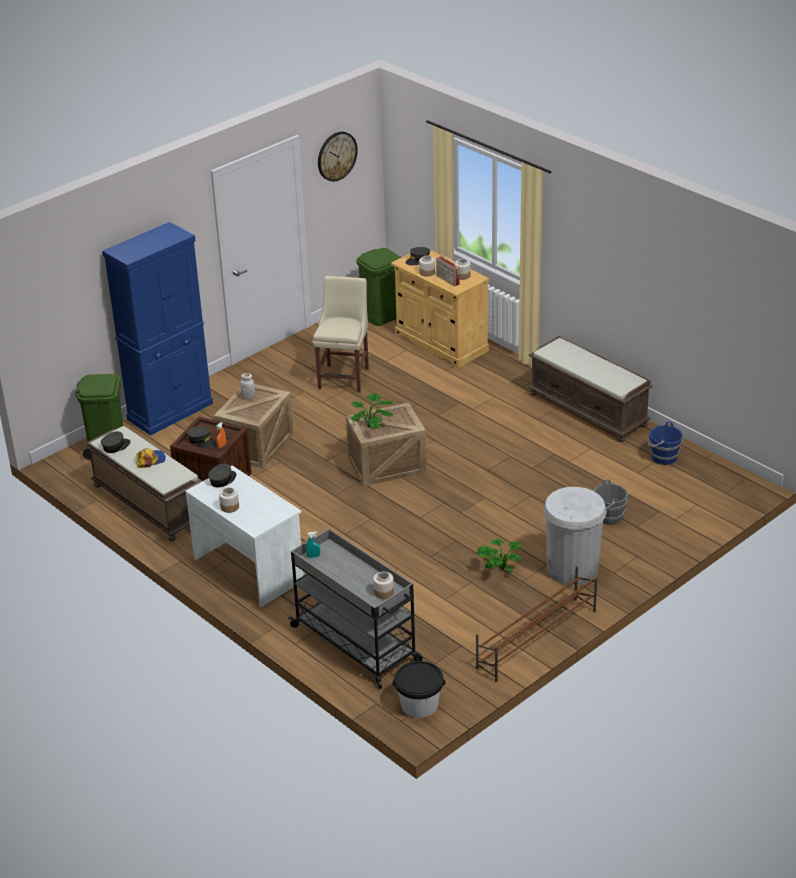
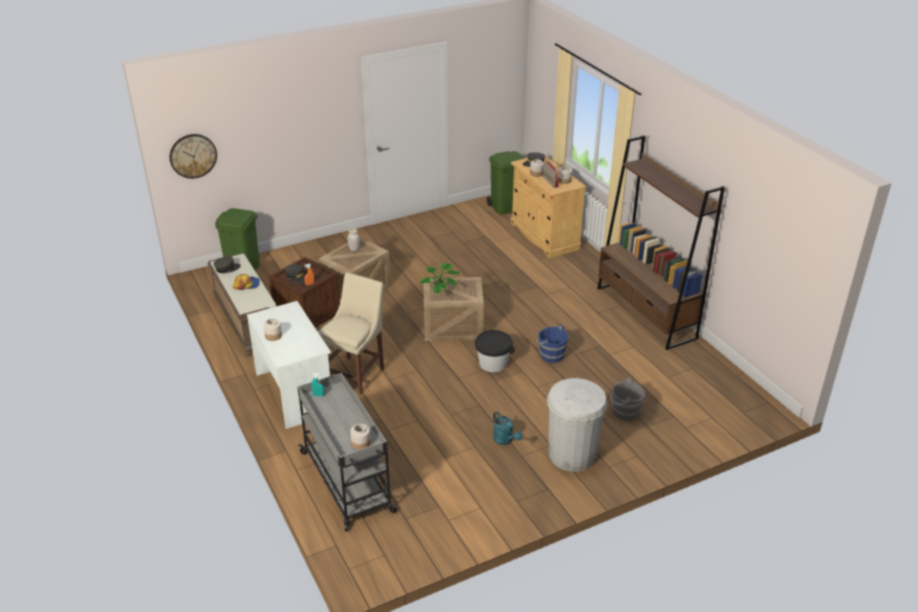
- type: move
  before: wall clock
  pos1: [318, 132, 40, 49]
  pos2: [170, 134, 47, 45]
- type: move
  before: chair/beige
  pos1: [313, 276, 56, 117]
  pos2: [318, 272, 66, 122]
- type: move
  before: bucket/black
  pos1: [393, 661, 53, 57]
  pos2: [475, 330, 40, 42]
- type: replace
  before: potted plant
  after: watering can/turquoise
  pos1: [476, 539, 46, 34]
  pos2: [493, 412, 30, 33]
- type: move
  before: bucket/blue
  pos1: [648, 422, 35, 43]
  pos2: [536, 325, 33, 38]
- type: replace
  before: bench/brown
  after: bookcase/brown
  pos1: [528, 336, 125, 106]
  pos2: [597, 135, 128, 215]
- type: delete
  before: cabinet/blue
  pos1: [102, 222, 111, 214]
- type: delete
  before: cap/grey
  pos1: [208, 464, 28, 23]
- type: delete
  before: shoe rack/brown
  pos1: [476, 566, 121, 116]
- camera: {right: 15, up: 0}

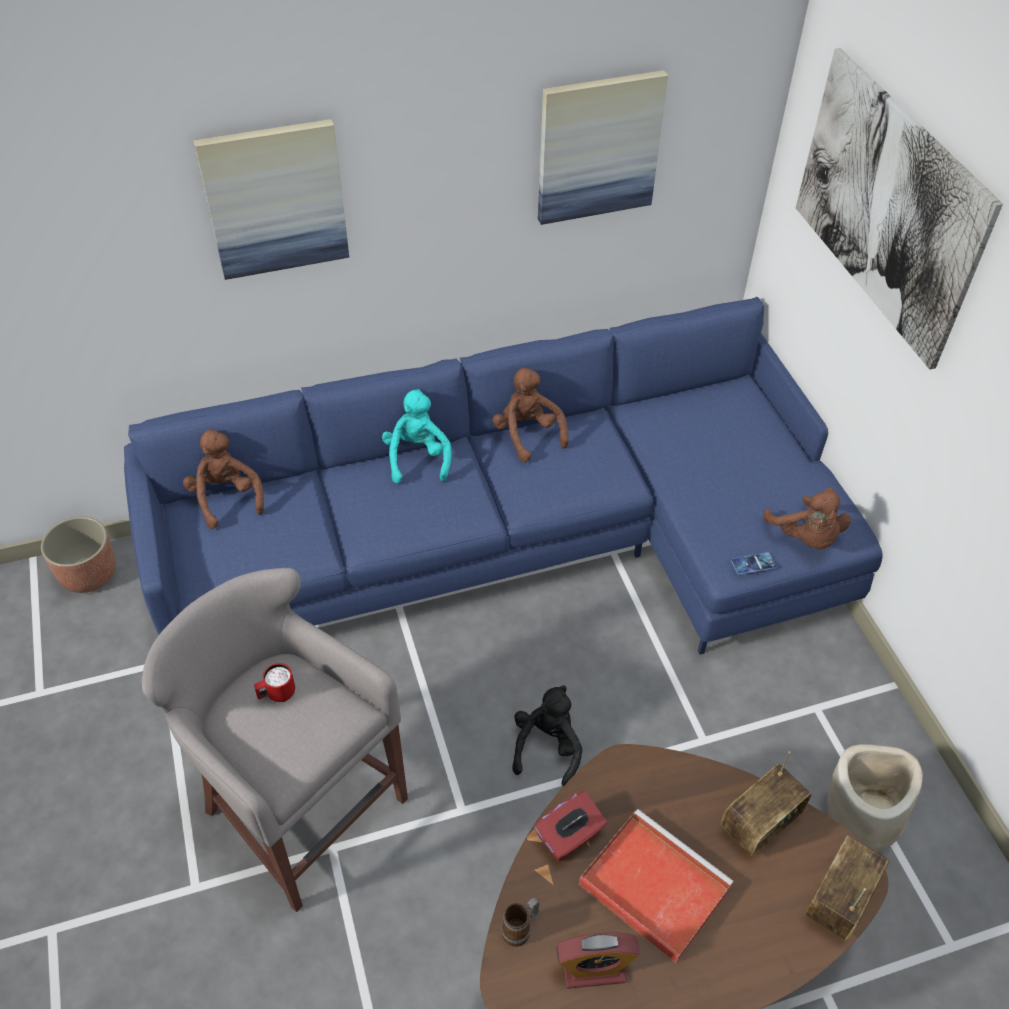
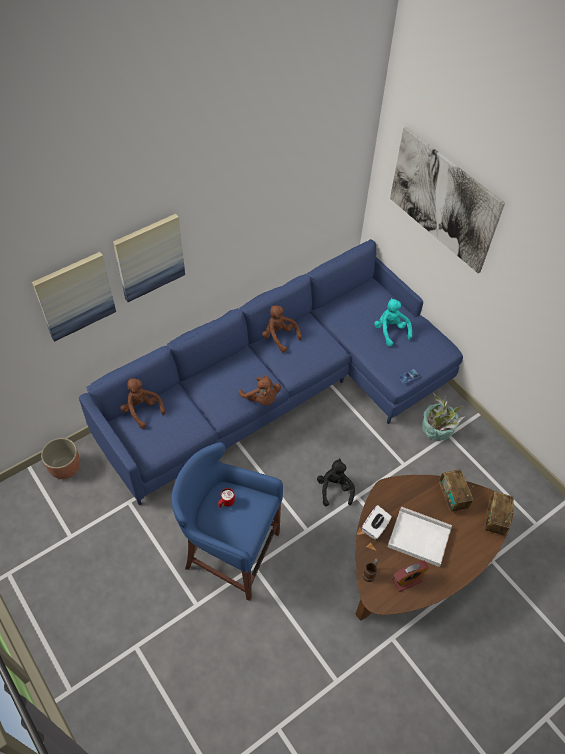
- type: move
  before: picture
  pos1: [538, 70, 130, 155]
  pos2: [32, 252, 84, 90]
- type: recolor
  before: stool/grey
  after: stool/blue
  pos1: [142, 568, 266, 344]
  pos2: [171, 442, 112, 159]
- type: move
  before: plush toy/brown
  pos1: [763, 487, 88, 62]
  pos2: [239, 375, 42, 30]
- type: recolor
  before: tissue box/red
  after: tissue box/white
  pos1: [534, 790, 73, 71]
  pos2: [362, 505, 30, 35]
- type: move
  before: plush toy/turquoise
  pos1: [382, 389, 70, 95]
  pos2: [374, 298, 38, 49]
- type: recolor
  before: tray/red
  after: tray/white
  pos1: [579, 809, 154, 154]
  pos2: [387, 506, 65, 61]
- type: insert
  after: potted plant
  pos2: [422, 393, 43, 48]
- type: rotate
  before: radio
  pos1: [721, 751, 91, 106]
  pos2: [439, 469, 34, 43]
  turn: 135
- type: delete
  before: planter/beige
  pos1: [827, 744, 96, 108]
- camera: {right: -20, up: 5}

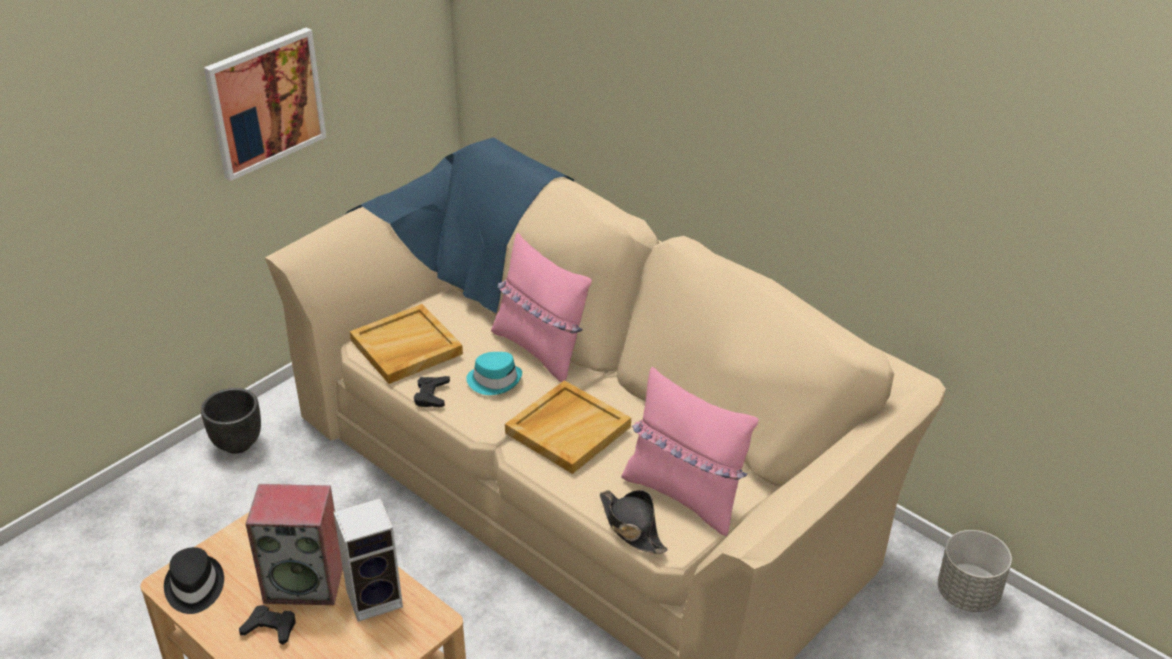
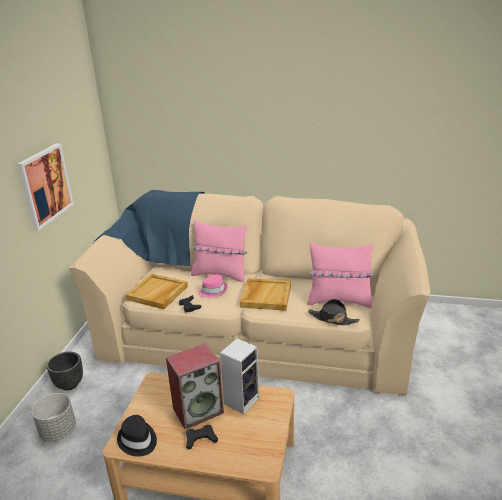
- type: move
  before: planter/grey
  pos1: [938, 530, 74, 82]
  pos2: [32, 393, 44, 48]
- type: recolor
  before: hat/turquoise
  after: hat/pink
  pos1: [466, 352, 56, 43]
  pos2: [198, 275, 29, 23]
- camera: {right: -30, up: -10}

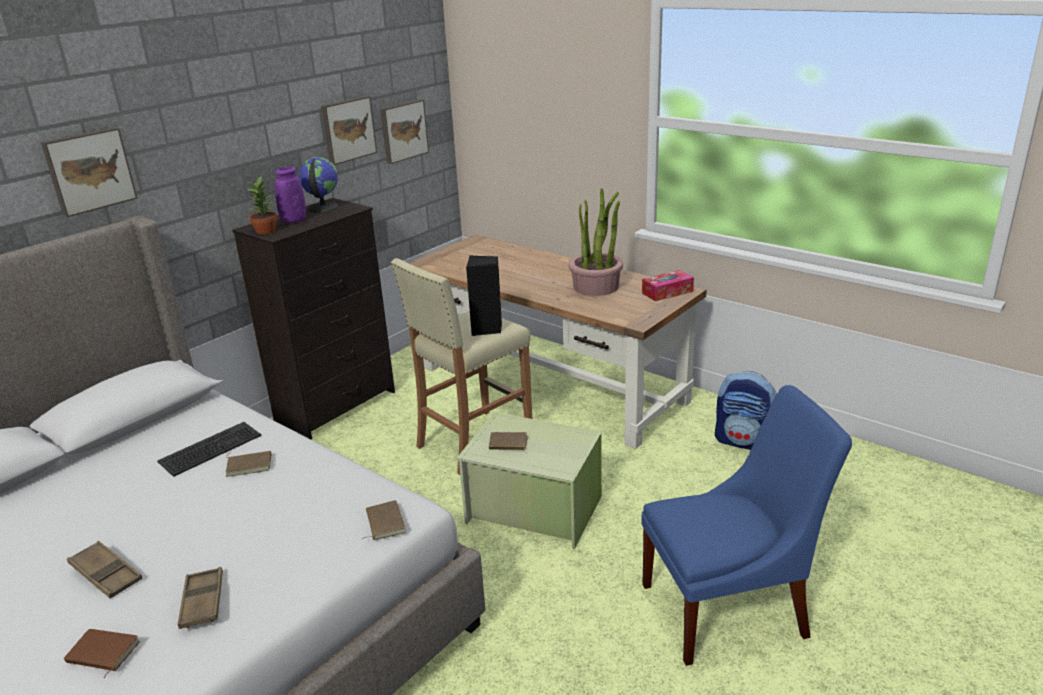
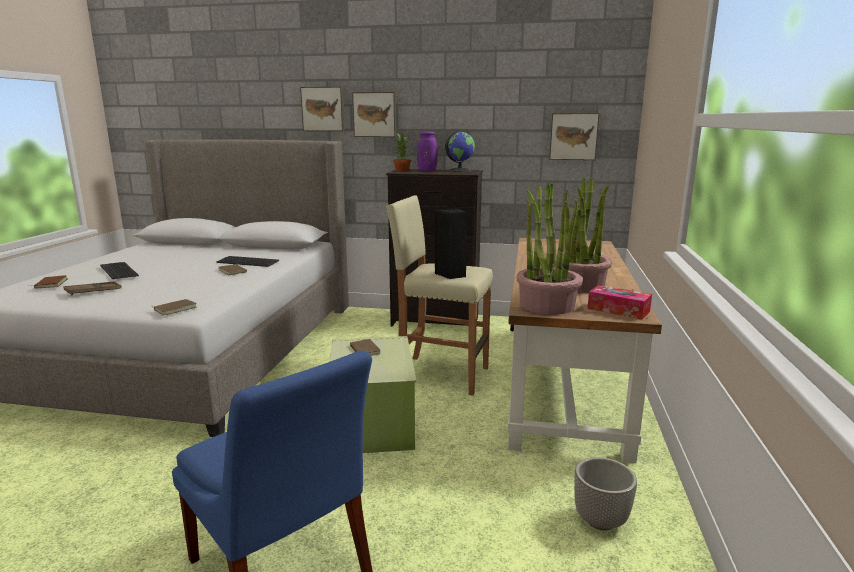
- type: replace
  before: tray/brown
  after: keyboard
  pos1: [67, 541, 75, 58]
  pos2: [100, 262, 39, 17]
- type: move
  before: picture
  pos1: [321, 96, 56, 69]
  pos2: [352, 92, 44, 45]
- type: insert
  after: potted plant
  pos2: [516, 183, 67, 132]
- type: replace
  before: backpack
  after: planter
  pos1: [715, 371, 62, 79]
  pos2: [574, 457, 63, 74]
- camera: {right: 60, up: -10}

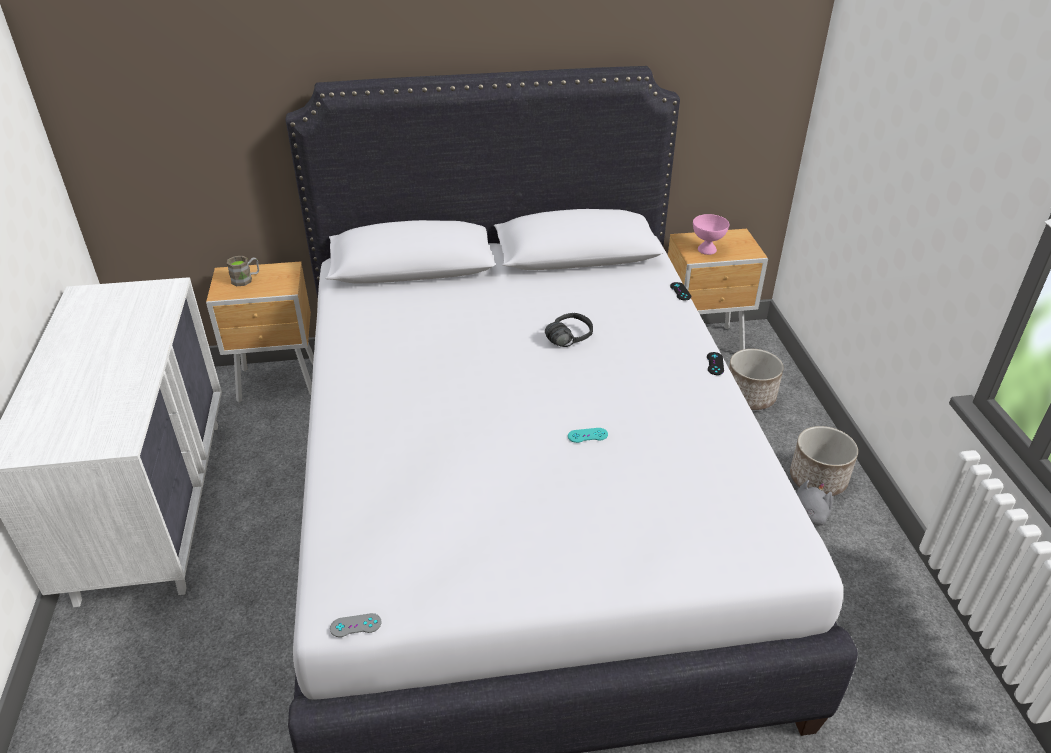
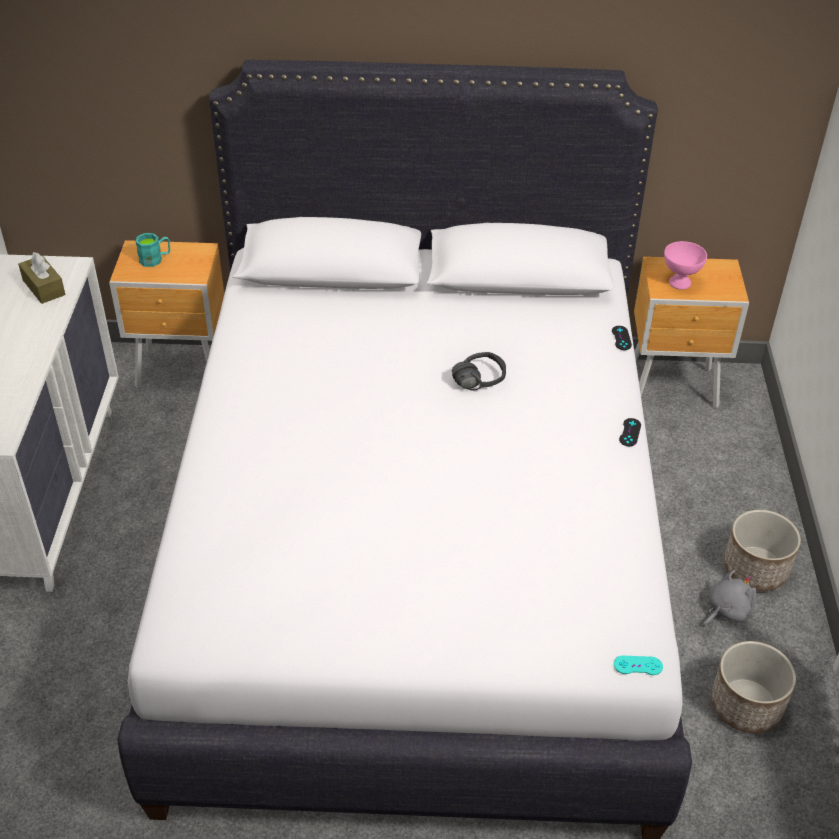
- type: insert
  after: tissue box/brown
  pos2: [18, 252, 48, 52]
- type: recolor
  before: mug/brown
  after: mug/turquoise
  pos1: [227, 256, 32, 30]
  pos2: [135, 233, 35, 34]
- type: move
  before: game controller/turquoise
  pos1: [568, 428, 40, 15]
  pos2: [614, 656, 49, 19]
- type: move
  before: planter
  pos1: [729, 349, 55, 61]
  pos2: [711, 641, 85, 92]
- type: delete
  before: game controller/grey
  pos1: [330, 613, 52, 24]
- camera: {right: 10, up: 5}

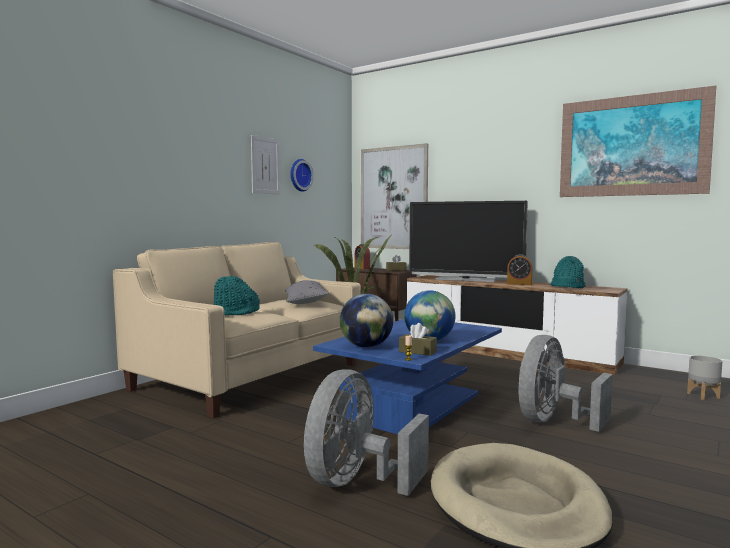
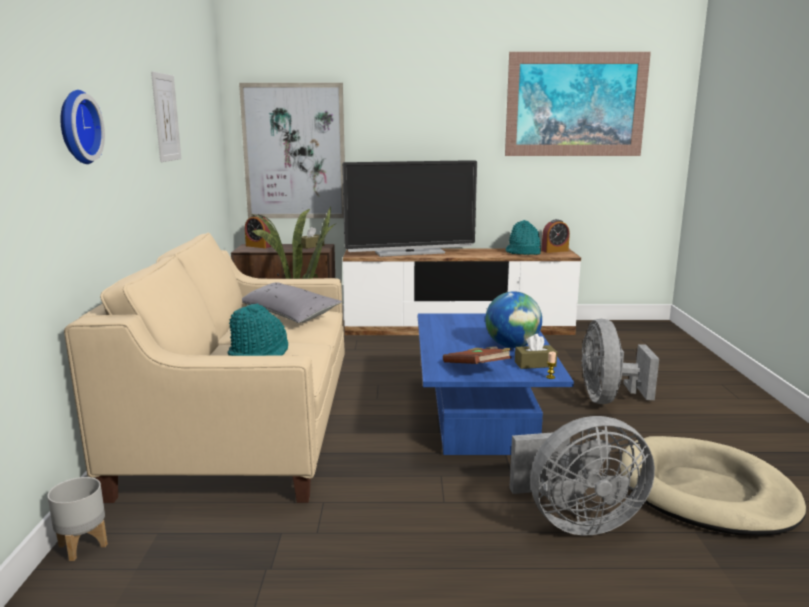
- type: move
  before: planter/grey
  pos1: [687, 355, 35, 45]
  pos2: [47, 477, 61, 84]
- type: move
  before: wall clock
  pos1: [290, 159, 24, 33]
  pos2: [60, 90, 45, 74]
- type: replace
  before: globe
  after: book/brown
  pos1: [340, 294, 53, 54]
  pos2: [443, 346, 69, 18]
- type: rotate
  before: fan/grey
  pos1: [304, 369, 125, 127]
  pos2: [509, 416, 146, 119]
  turn: -90
- type: move
  before: alarm clock
  pos1: [507, 254, 25, 31]
  pos2: [541, 219, 29, 34]
- camera: {right: -35, up: 10}

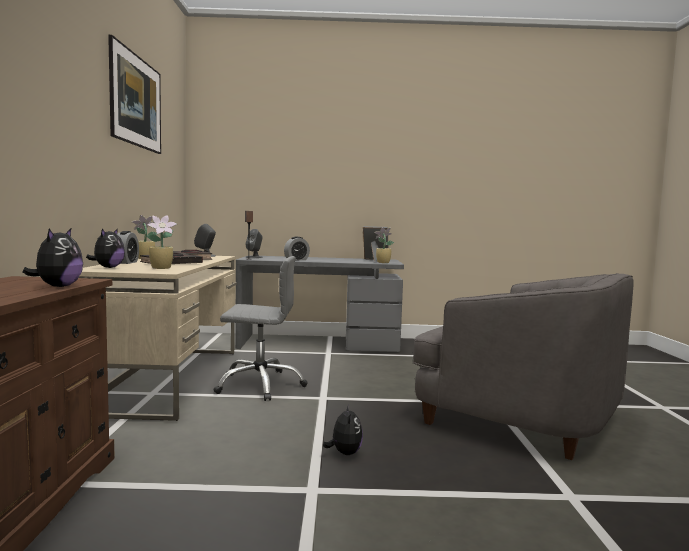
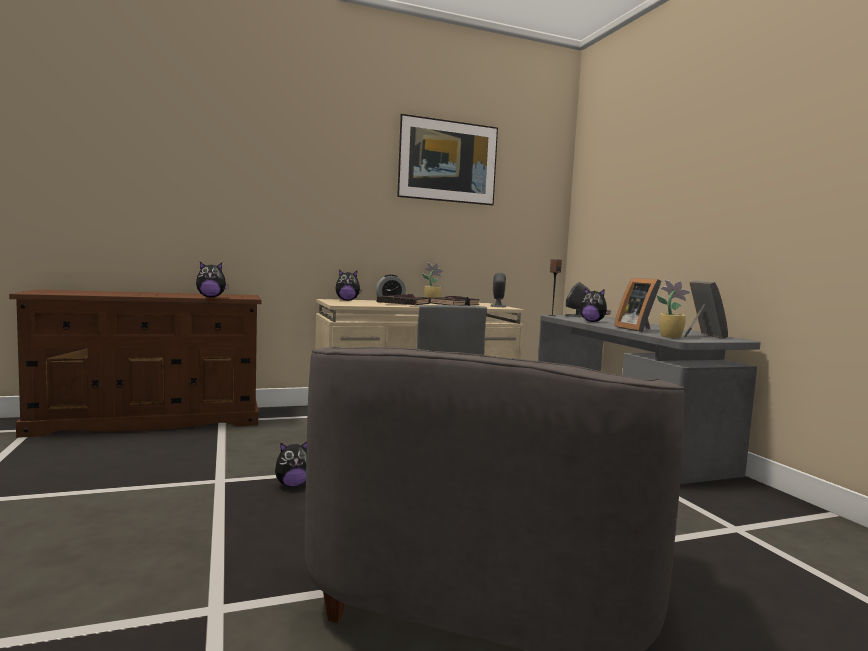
- type: replace
  before: alarm clock
  after: plush toy
  pos1: [284, 237, 26, 23]
  pos2: [580, 288, 31, 34]
- type: insert
  after: picture frame
  pos2: [614, 278, 47, 54]
- type: delete
  before: potted plant
  pos1: [147, 215, 31, 54]
- camera: {right: 70, up: 0}

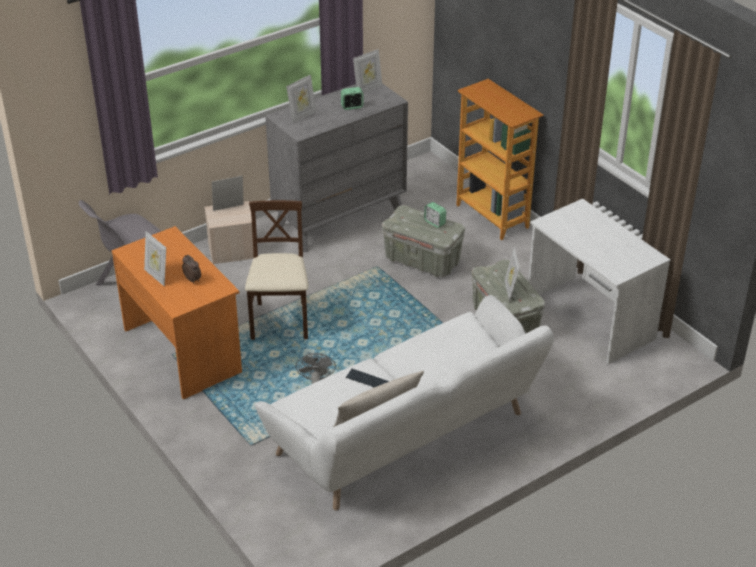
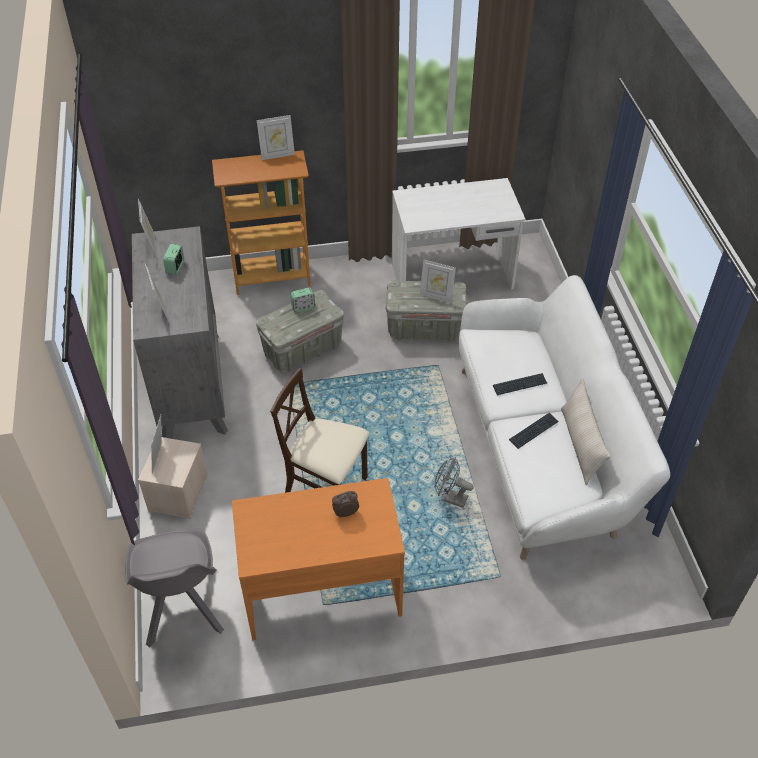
- type: move
  before: picture frame
  pos1: [144, 231, 22, 55]
  pos2: [257, 115, 38, 45]
- type: insert
  after: keyboard
  pos2: [493, 373, 54, 22]
- camera: {right: -65, up: 10}

